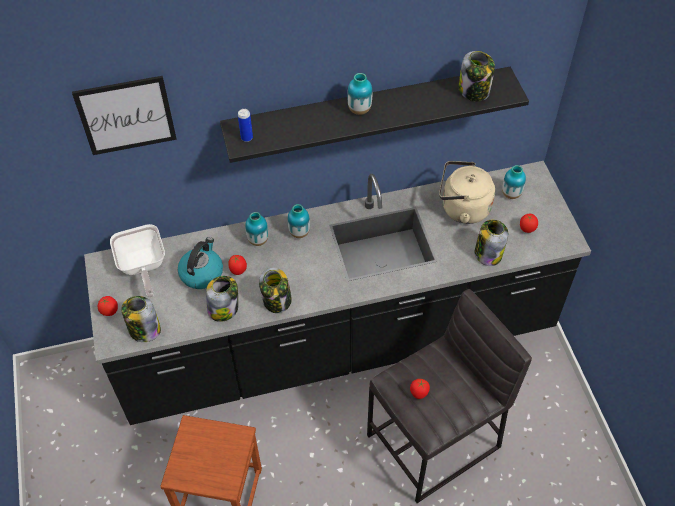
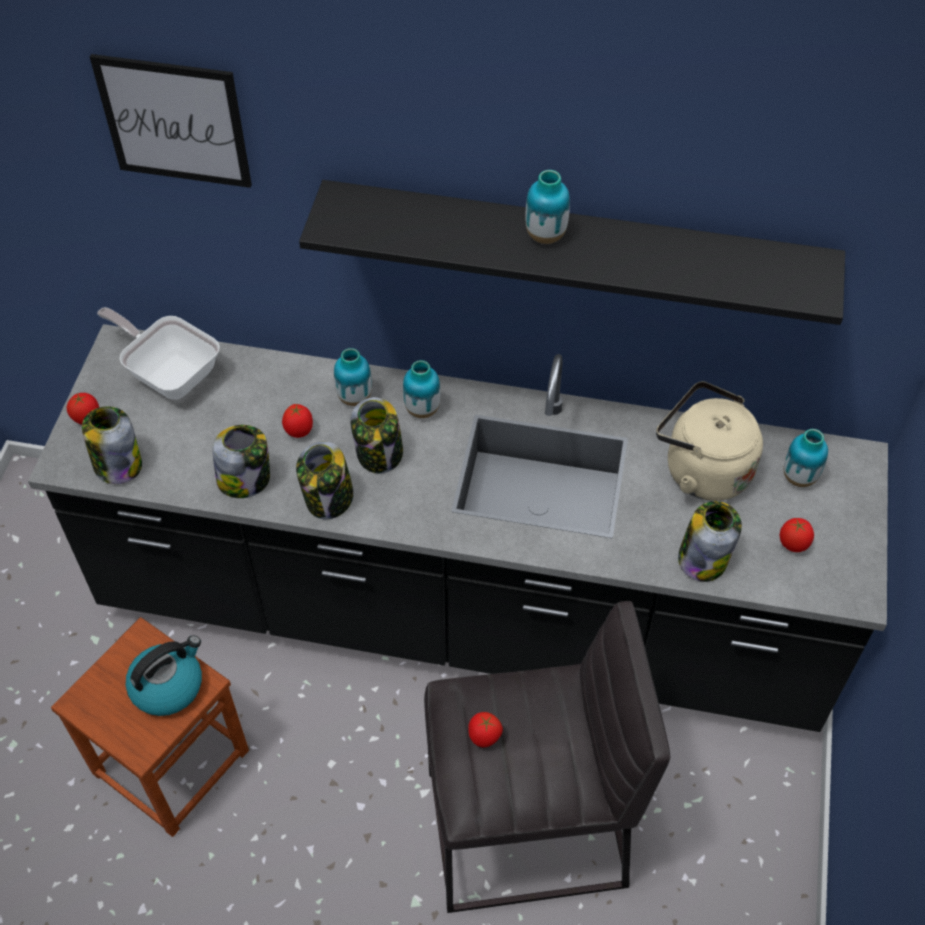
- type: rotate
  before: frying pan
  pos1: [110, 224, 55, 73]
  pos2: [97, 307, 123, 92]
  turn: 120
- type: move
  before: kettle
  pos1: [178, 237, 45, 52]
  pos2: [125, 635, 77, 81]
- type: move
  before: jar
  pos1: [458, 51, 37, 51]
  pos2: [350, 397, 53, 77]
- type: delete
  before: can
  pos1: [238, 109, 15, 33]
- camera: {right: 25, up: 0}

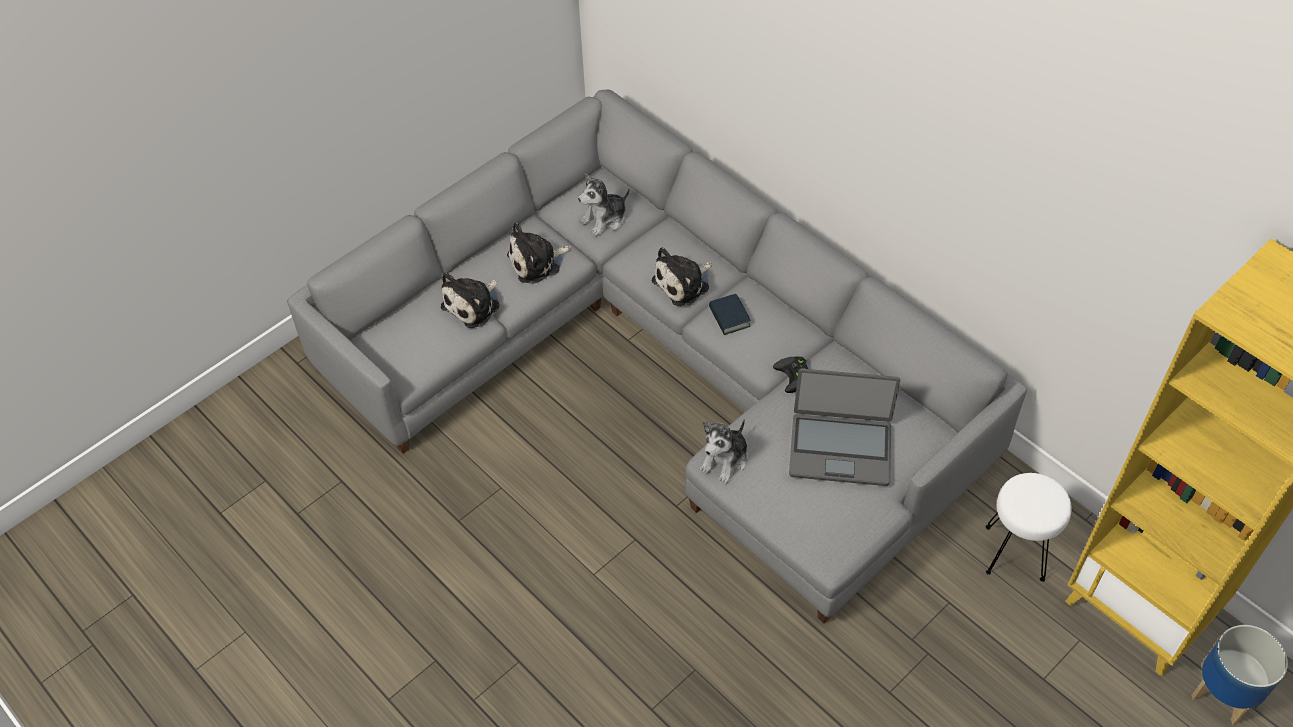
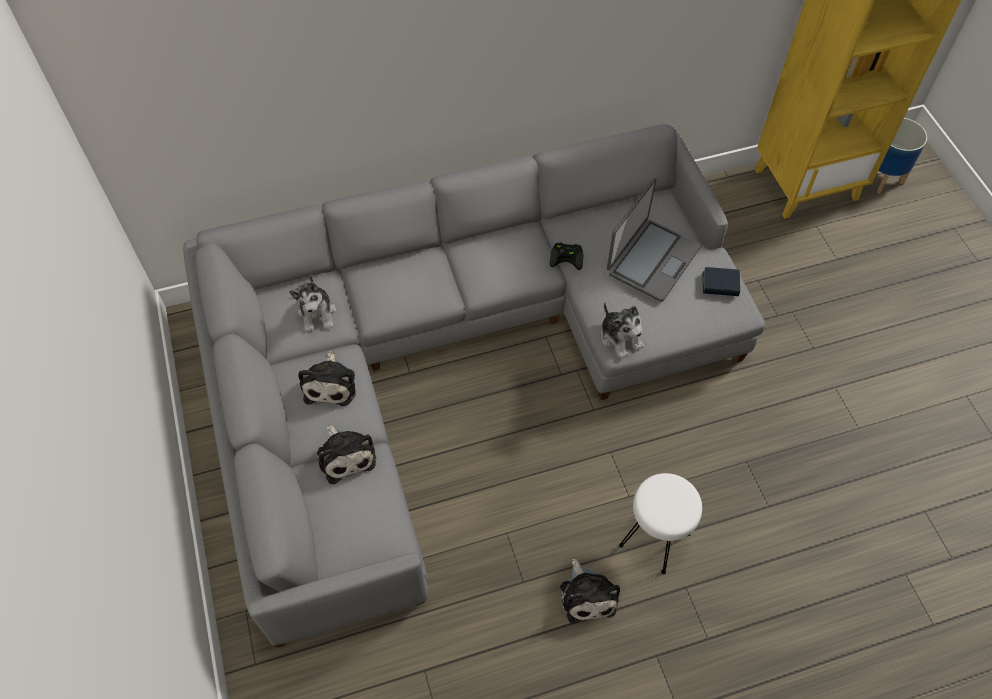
- type: move
  before: plush toy
  pos1: [652, 247, 60, 59]
  pos2: [560, 559, 60, 65]
- type: move
  before: stool/white
  pos1: [986, 473, 86, 109]
  pos2: [619, 473, 83, 101]
- type: move
  before: book
  pos1: [709, 294, 42, 41]
  pos2: [702, 267, 38, 29]
- camera: {right: -65, up: 5}

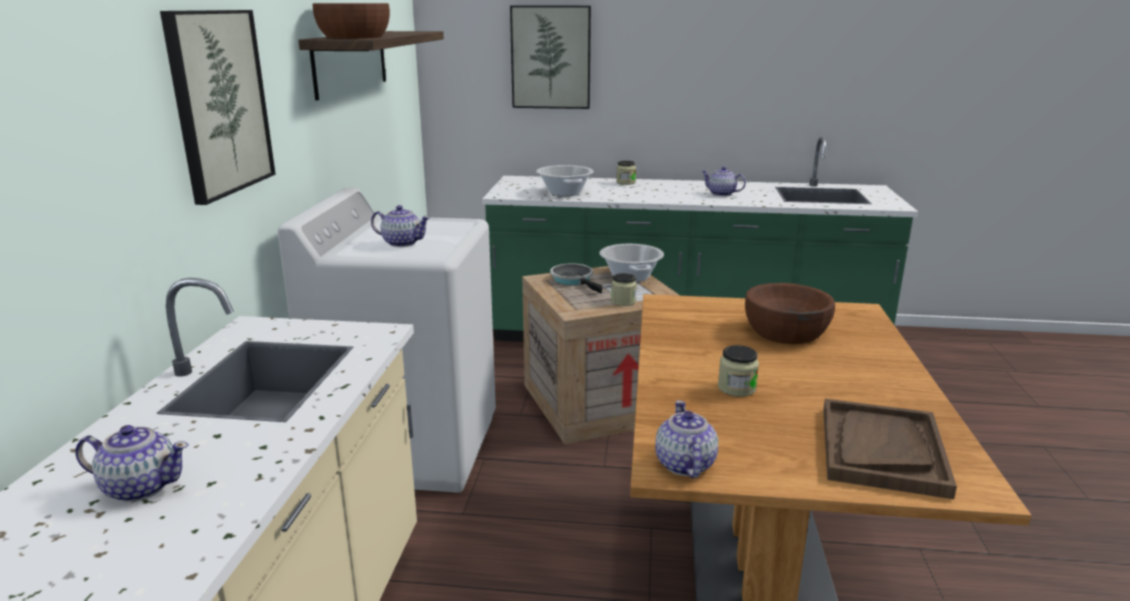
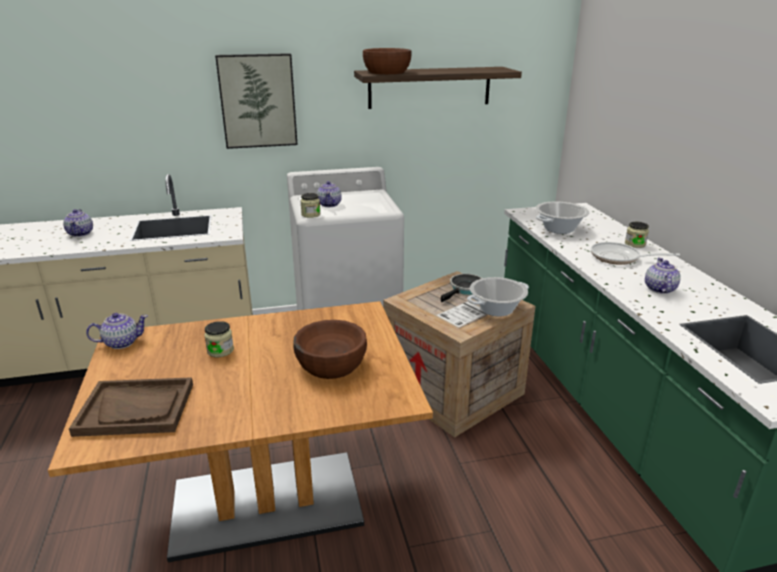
- type: move
  before: jar
  pos1: [611, 273, 26, 33]
  pos2: [300, 193, 21, 25]
- type: insert
  after: frying pan
  pos2: [591, 242, 89, 23]
- type: delete
  before: picture
  pos1: [510, 6, 81, 103]
- camera: {right: 70, up: 5}

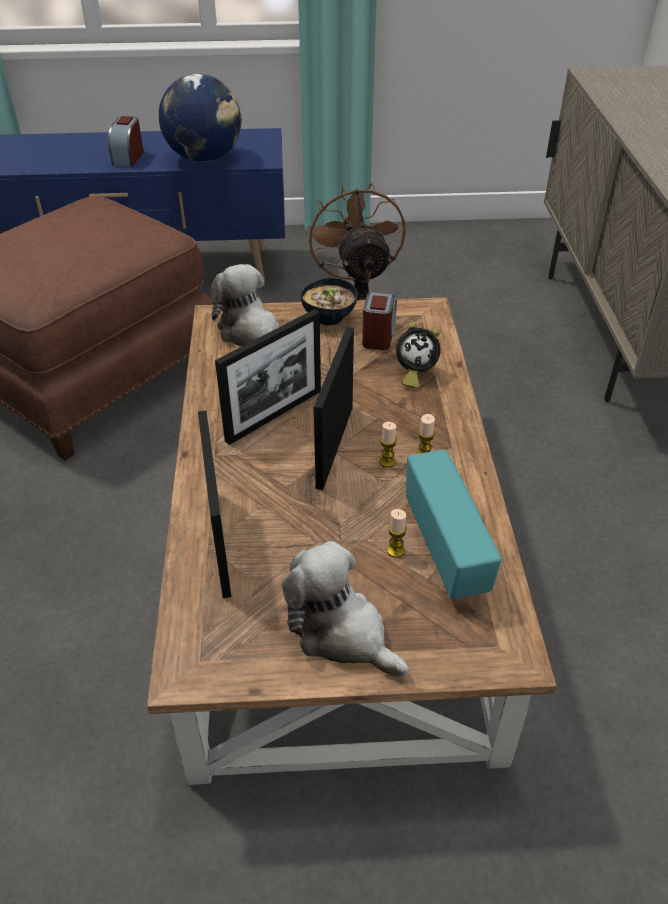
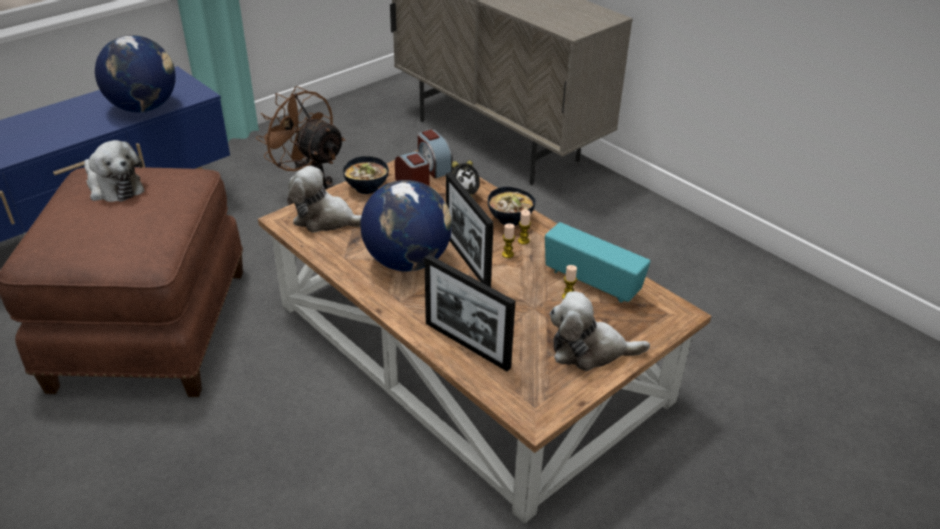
- type: insert
  after: plush toy
  pos2: [84, 140, 60, 62]
- type: replace
  before: picture frame
  after: globe
  pos1: [215, 309, 106, 136]
  pos2: [360, 180, 92, 91]
- type: move
  before: alarm clock
  pos1: [108, 116, 36, 51]
  pos2: [418, 129, 35, 49]
- type: insert
  after: bowl
  pos2: [488, 187, 48, 39]
- camera: {right: -40, up: -5}

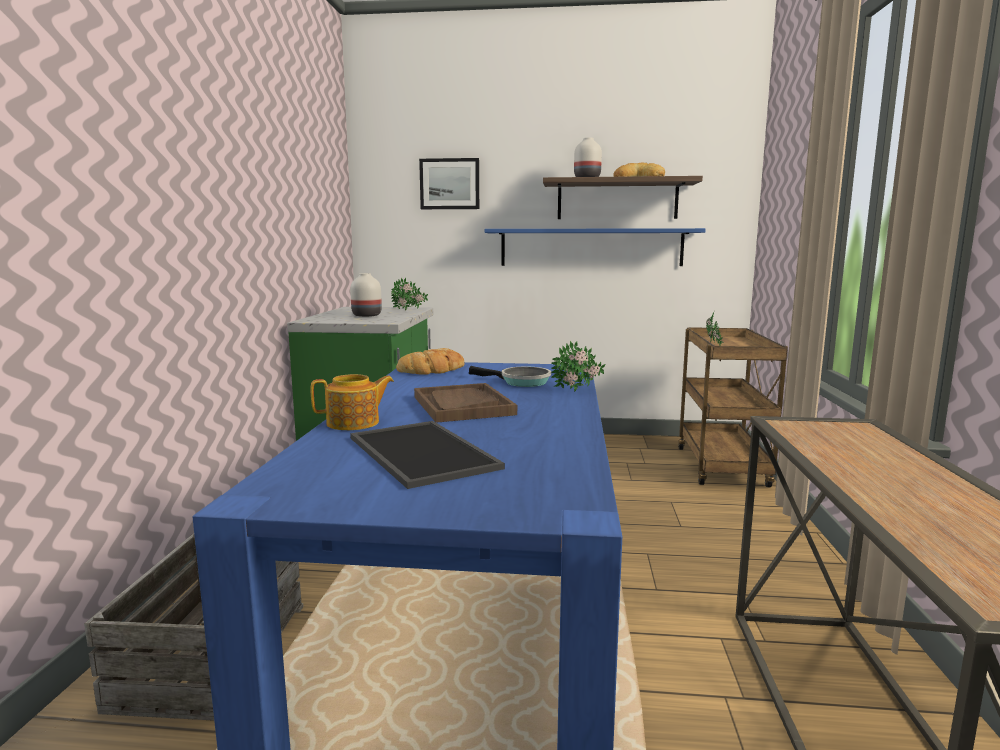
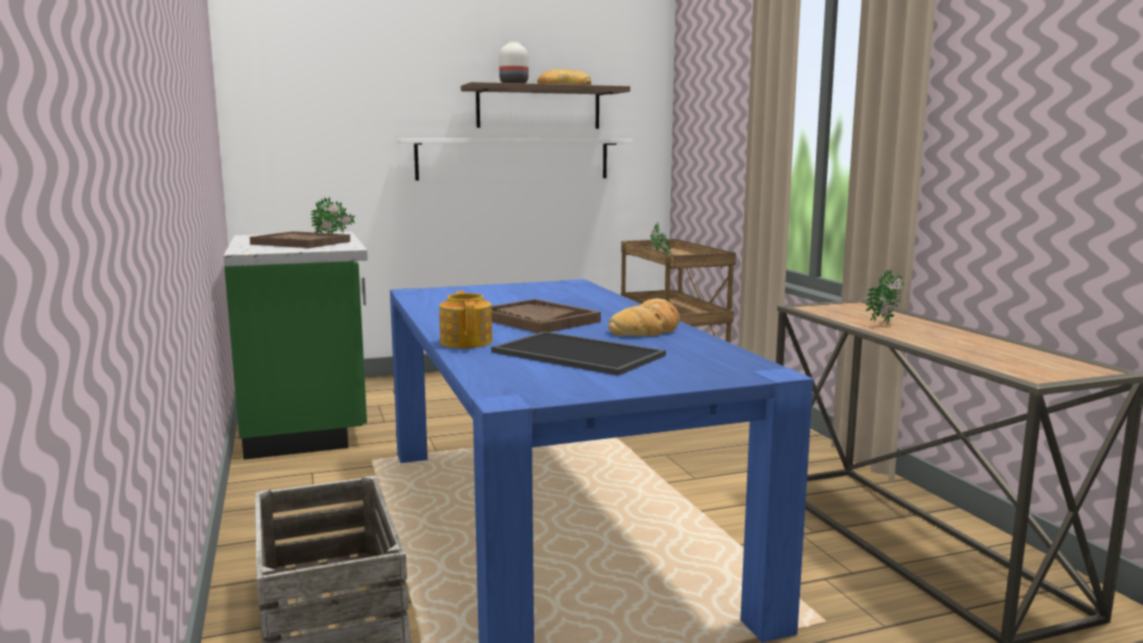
- type: replace
  before: vase/white
  after: tray/brown
  pos1: [350, 273, 32, 44]
  pos2: [250, 231, 100, 17]
- type: recolor
  before: shelf/blue
  after: shelf/white
  pos1: [484, 228, 222, 38]
  pos2: [398, 138, 235, 43]
- type: rotate
  before: teapot
  pos1: [311, 374, 83, 56]
  pos2: [439, 291, 53, 57]
  turn: -60
- type: move
  before: bread
  pos1: [396, 348, 68, 27]
  pos2: [608, 298, 72, 38]
- type: move
  before: potted plant
  pos1: [551, 341, 54, 51]
  pos2: [866, 269, 38, 55]
- type: delete
  before: picture
  pos1: [419, 158, 60, 51]
- type: delete
  before: frying pan
  pos1: [469, 366, 82, 21]
- camera: {right: -25, up: 0}

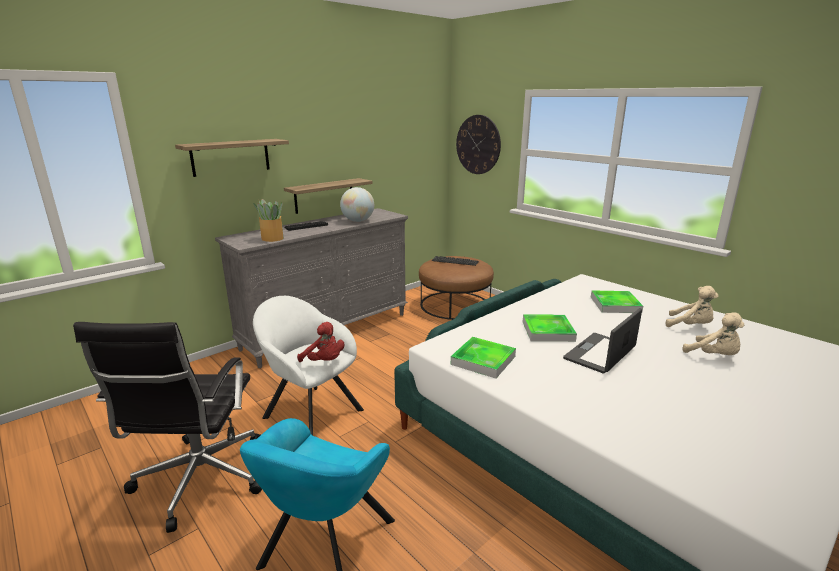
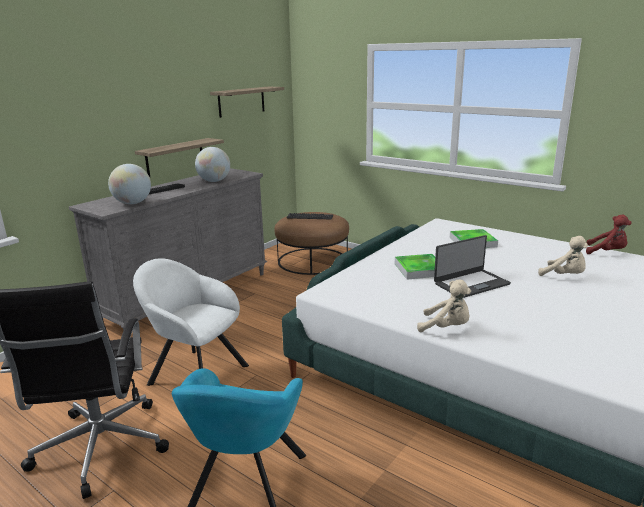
- type: replace
  before: potted plant
  after: globe
  pos1: [253, 199, 31, 43]
  pos2: [108, 164, 43, 40]
- type: move
  before: shelf
  pos1: [175, 139, 114, 38]
  pos2: [210, 87, 74, 31]
- type: move
  before: plush toy/beige
  pos1: [666, 286, 53, 41]
  pos2: [417, 280, 54, 52]
- type: rotate
  before: laptop
  pos1: [563, 308, 79, 66]
  pos2: [434, 235, 77, 63]
  turn: -150
- type: move
  before: plush toy/red
  pos1: [297, 322, 47, 40]
  pos2: [586, 215, 46, 39]
- type: delete
  before: tray
  pos1: [451, 337, 65, 41]
- type: delete
  before: wall clock
  pos1: [456, 115, 45, 59]
- camera: {right: -10, up: 0}

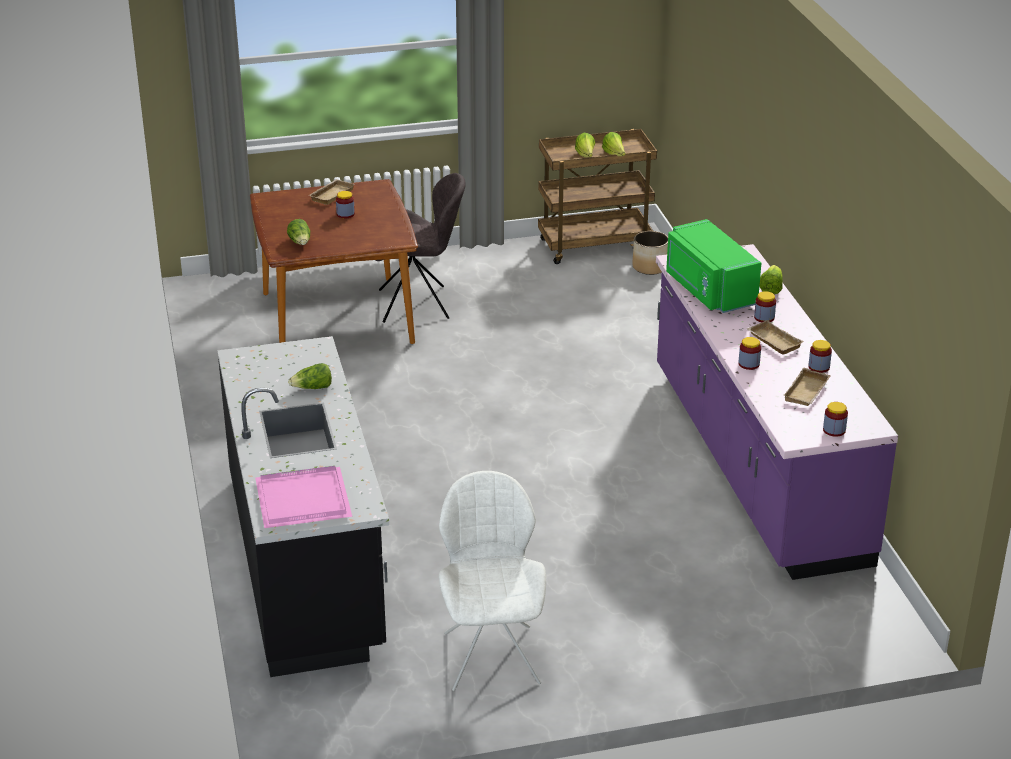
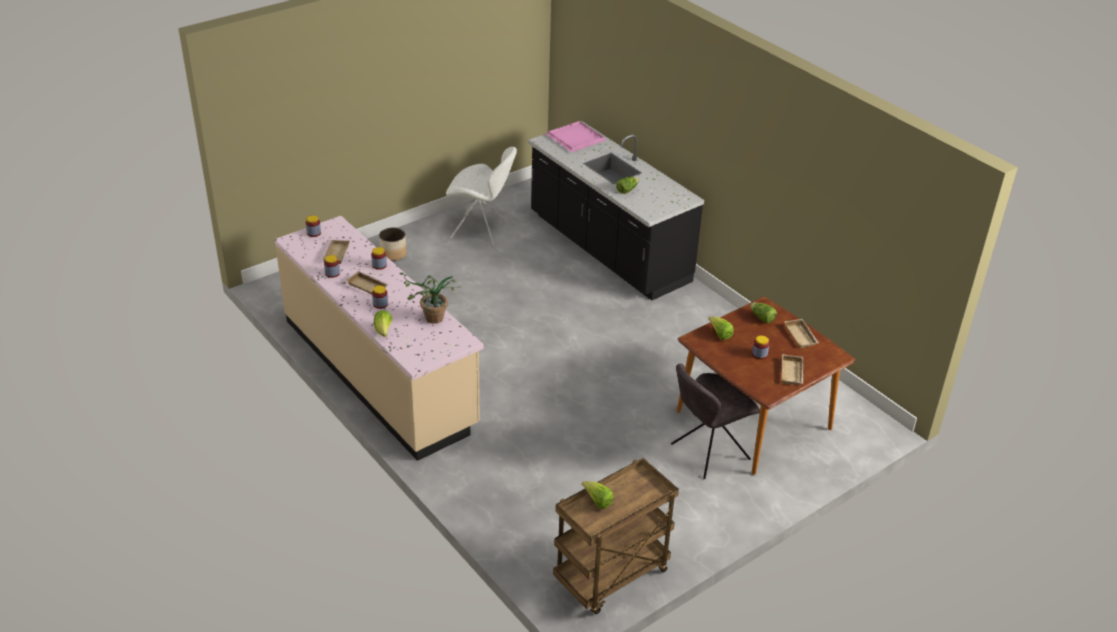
- type: recolor
  before: counter/purple
  after: counter/beige
  pos1: [656, 244, 242, 336]
  pos2: [274, 216, 210, 245]
- type: move
  before: planter
  pos1: [632, 231, 36, 44]
  pos2: [379, 228, 28, 33]
- type: replace
  before: microwave/green
  after: potted plant
  pos1: [666, 219, 95, 94]
  pos2: [400, 272, 61, 52]
- type: rotate
  before: chair/white
  pos1: [439, 471, 107, 220]
  pos2: [446, 147, 71, 99]
  turn: -45
- type: move
  before: lettuce
  pos1: [575, 133, 20, 24]
  pos2: [708, 316, 26, 24]
- type: insert
  after: tray/beige
  pos2: [784, 319, 35, 29]
- camera: {right: 155, up: 5}

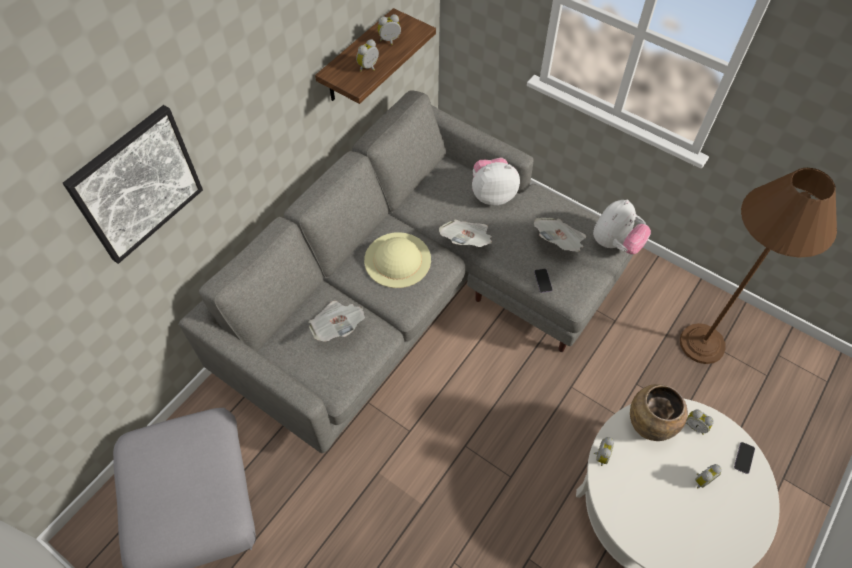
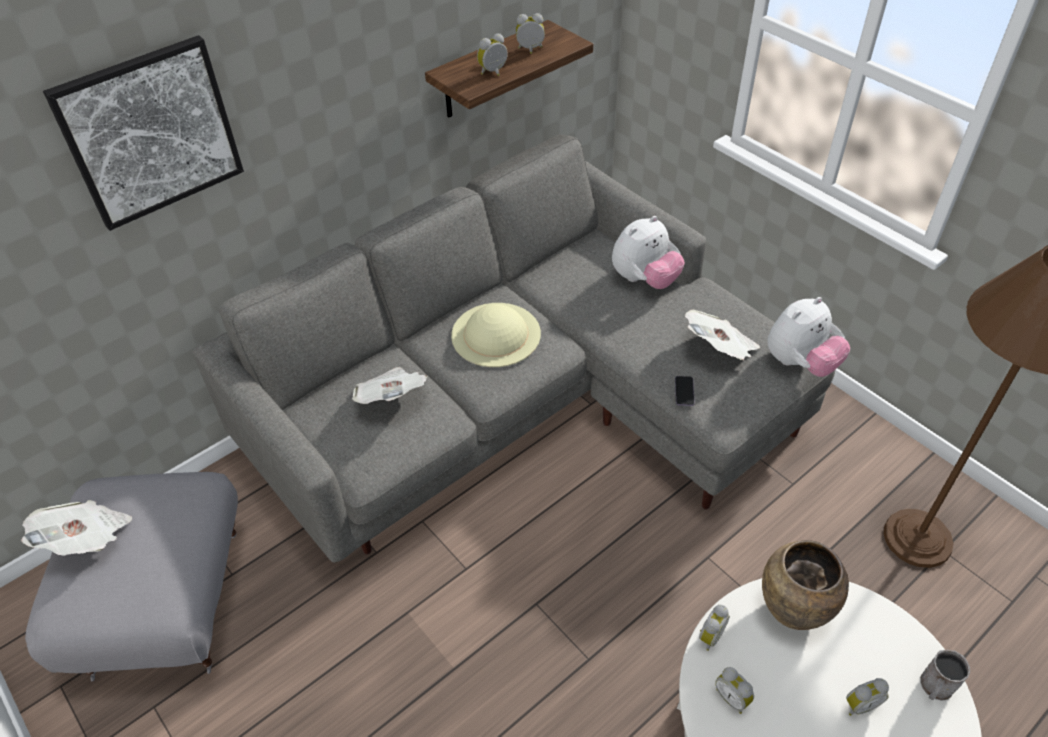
- type: move
  before: newspaper
  pos1: [439, 220, 53, 27]
  pos2: [21, 500, 111, 56]
- type: rotate
  before: plush toy
  pos1: [472, 158, 48, 48]
  pos2: [612, 216, 73, 73]
  turn: 135
- type: move
  before: alarm clock
  pos1: [685, 409, 29, 26]
  pos2: [715, 667, 39, 47]
- type: replace
  before: phone
  after: mug/grey
  pos1: [734, 442, 21, 32]
  pos2: [920, 650, 50, 51]
- camera: {right: 15, up: -10}

